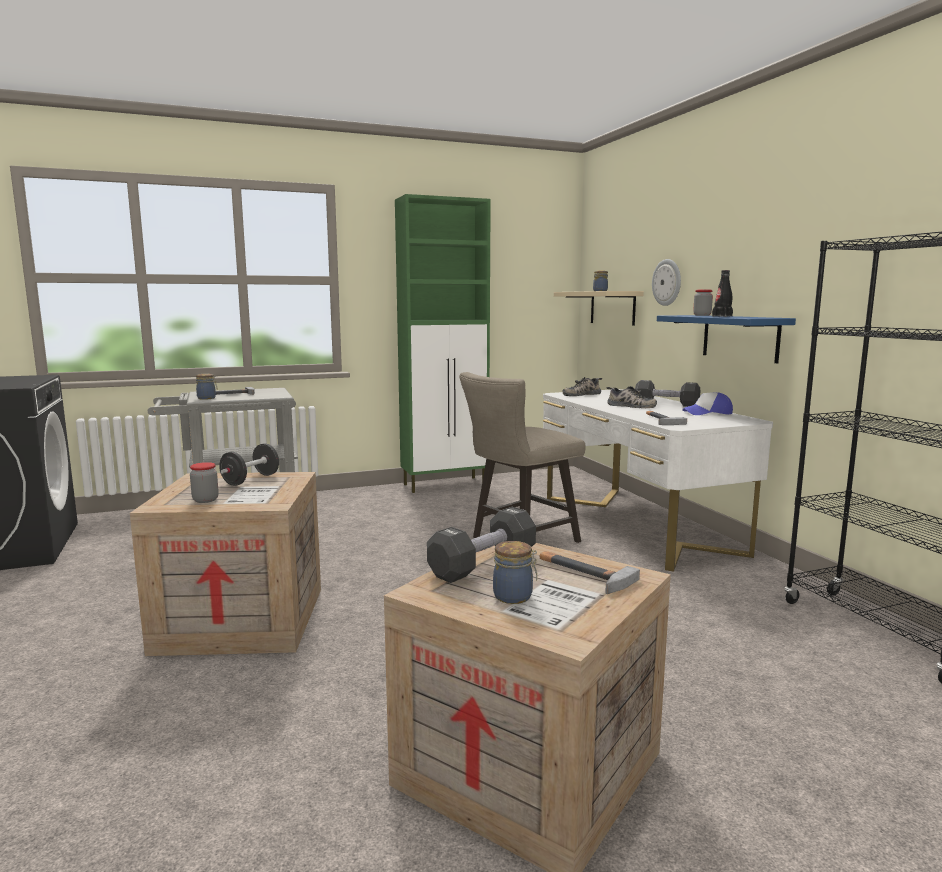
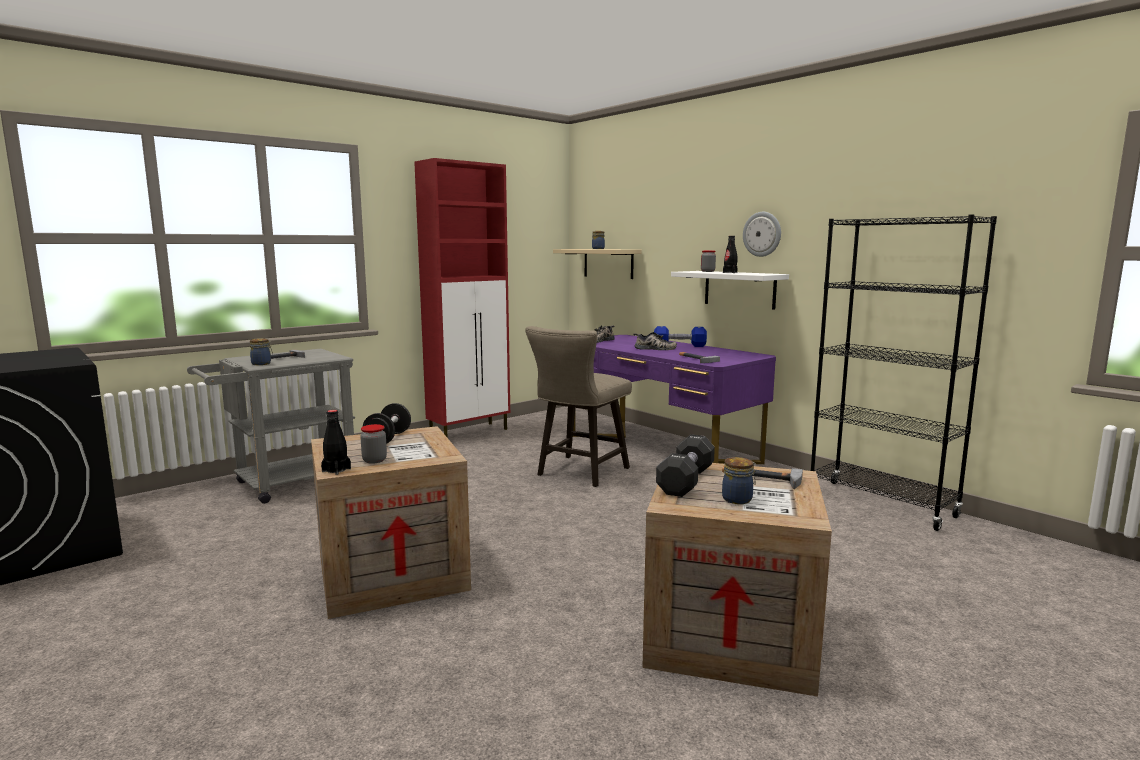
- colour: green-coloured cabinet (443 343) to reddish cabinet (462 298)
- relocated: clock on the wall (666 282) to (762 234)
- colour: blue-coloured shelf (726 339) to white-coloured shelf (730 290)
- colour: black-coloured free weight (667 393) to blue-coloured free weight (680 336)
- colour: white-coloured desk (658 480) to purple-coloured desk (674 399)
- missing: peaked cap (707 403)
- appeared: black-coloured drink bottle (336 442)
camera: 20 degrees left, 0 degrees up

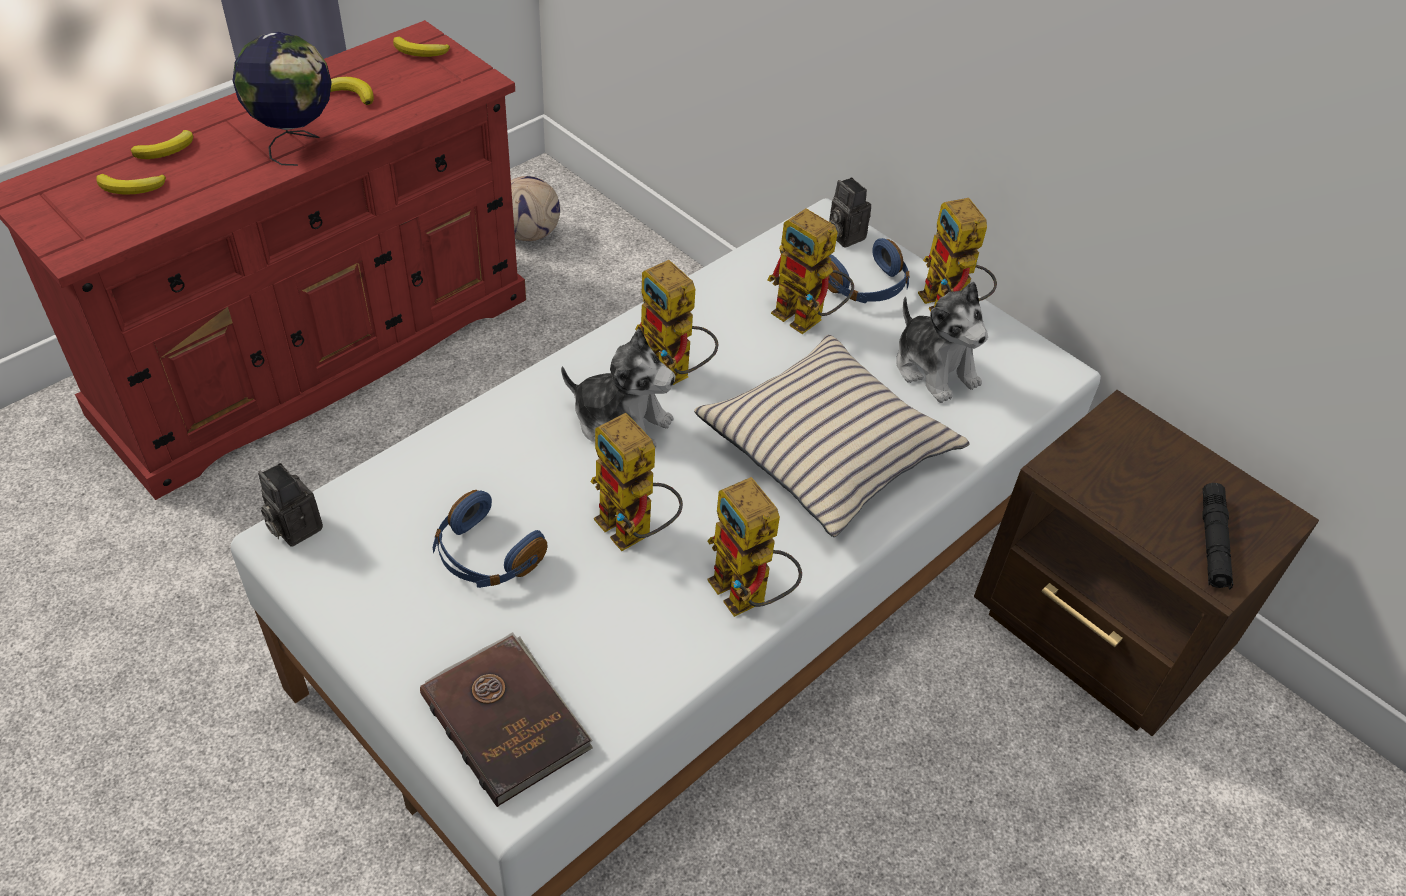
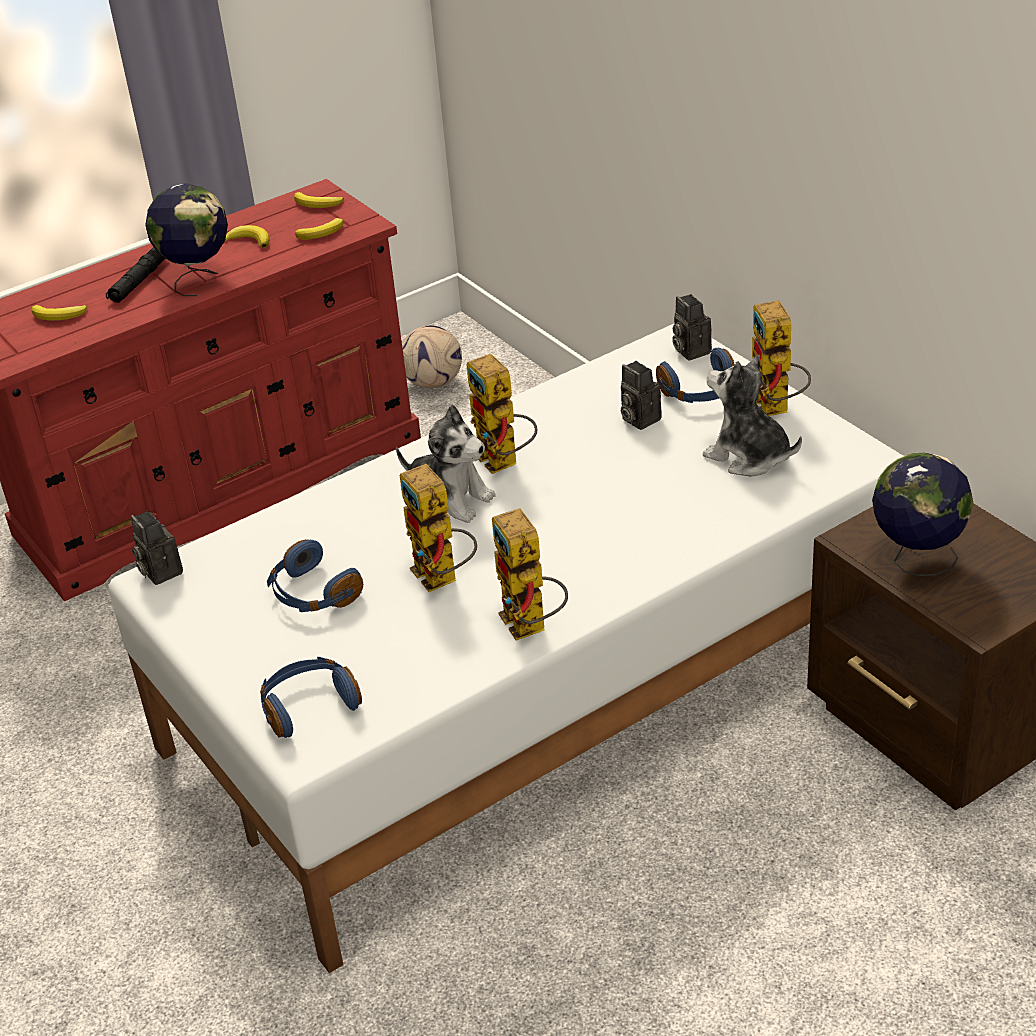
- relocated: banana fruit (162 144) to (319 229)
- exchanged: toy robot (810 271) to still camera (641 395)
- spun: cuddly toy (942 342) = (752 415) 150 degrees clockwise
- missing: beige-coloured cushion (832 436)
- relocated: black-coloured torch (1217 536) to (136 275)
- exchanged: brown-coloured bound book (506 719) to blue-coloured headphones (311 697)
- appeared: world globe (923 514)
camera: 15 degrees right, 10 degrees down

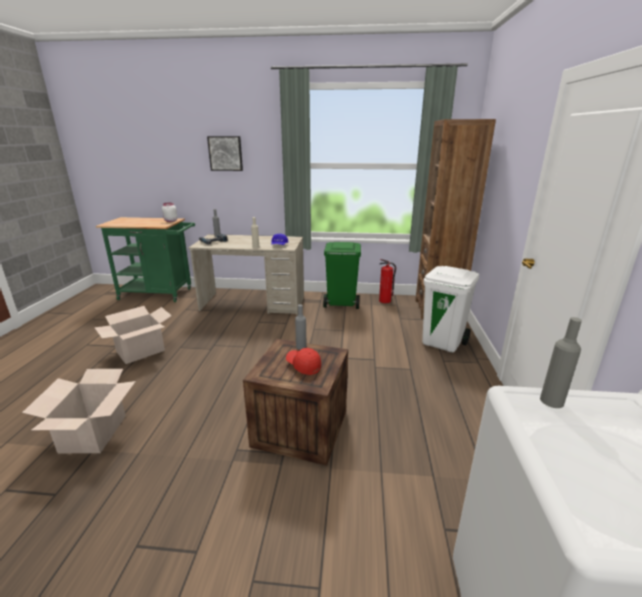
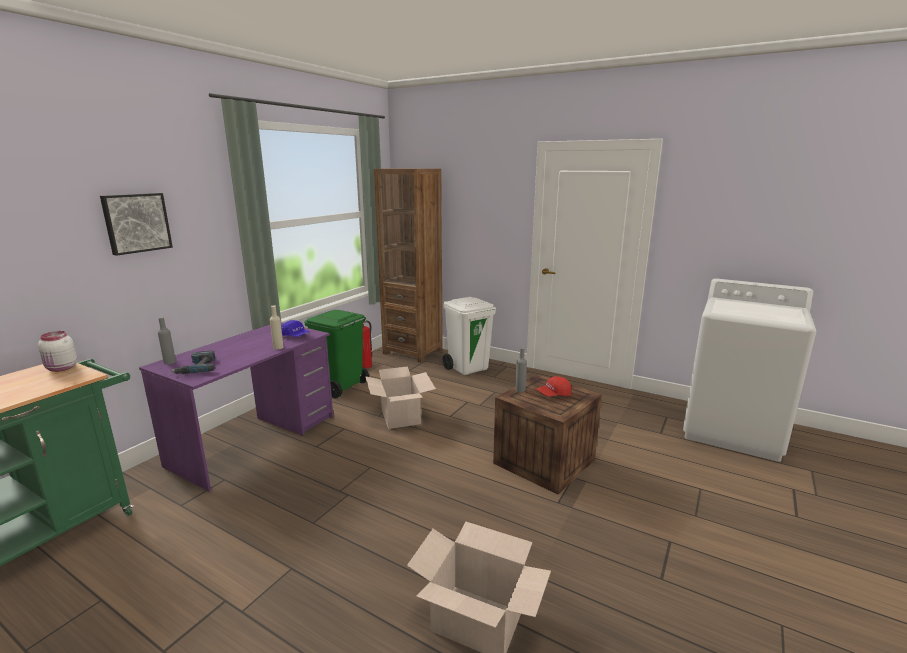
- colour: beige-coloured desk (246 274) to purple-coloured desk (236 406)
- relocated: packing box (133 335) to (400 398)
- missing: greyish drink bottle (561 362)
camera: 65 degrees left, 5 degrees down

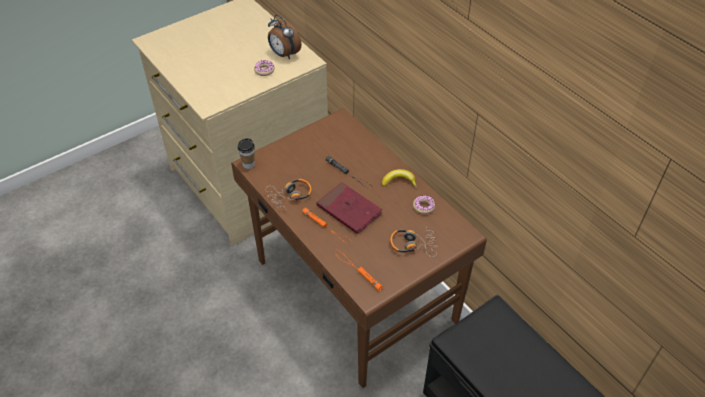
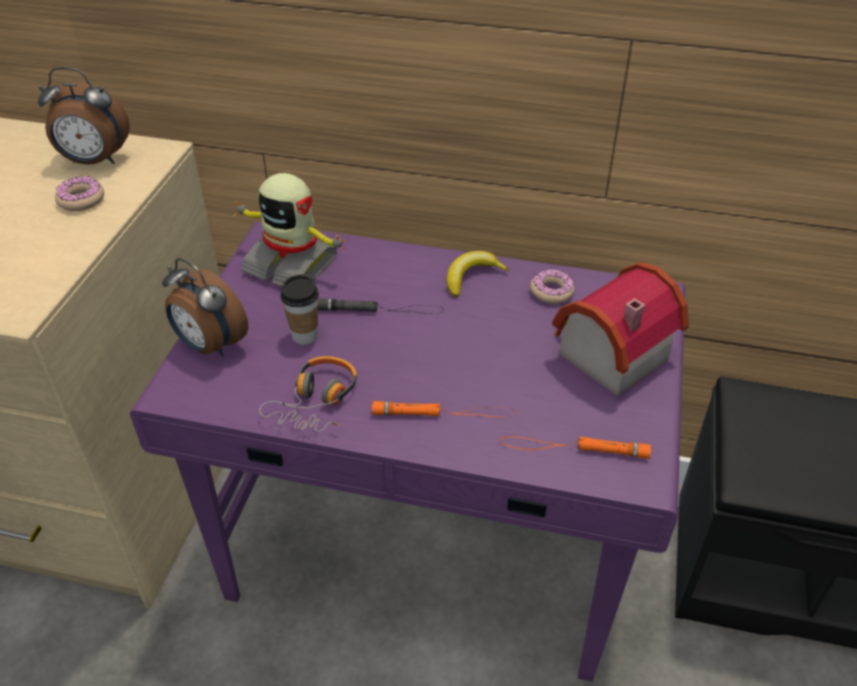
- colour: brown-coloured desk (359 248) to purple-coloured desk (408 452)
- relocated: drinking cup (246 153) to (300 310)
- missing: reddish bound book (349 208)
- exchanged: headphones (414 242) to toy house (620 329)
- appeared: toy robot (290 229)
- appeared: table clock (205 307)
camera: 40 degrees left, 5 degrees down

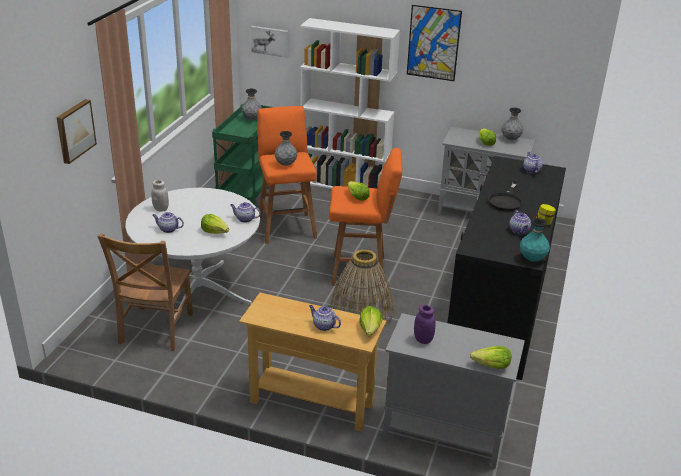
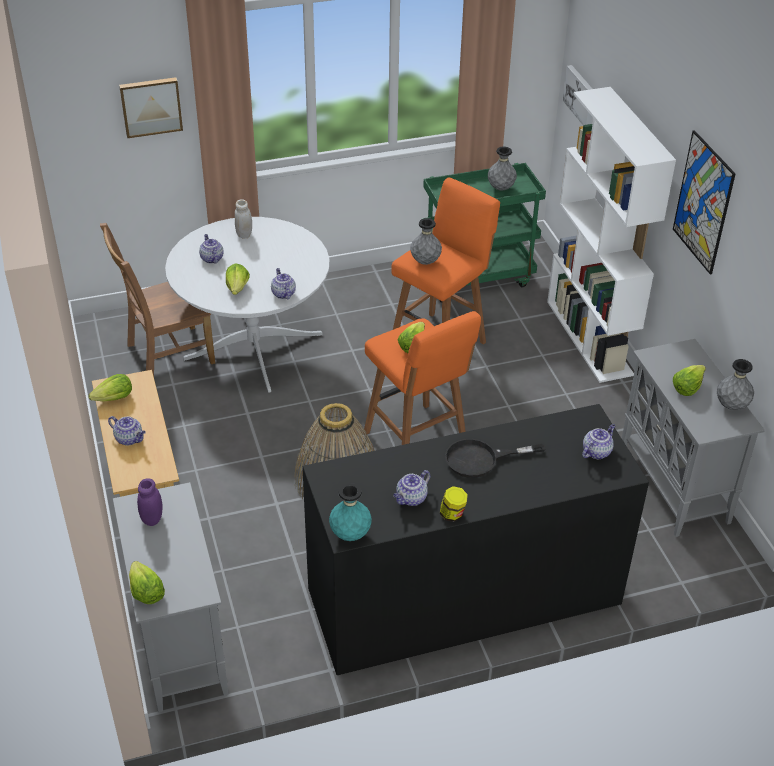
- spun: pot for tea (325 318) = (127 431) 120 degrees clockwise
- relocated: lettuce head (371 321) to (110 387)
camera: 55 degrees right, 10 degrees up

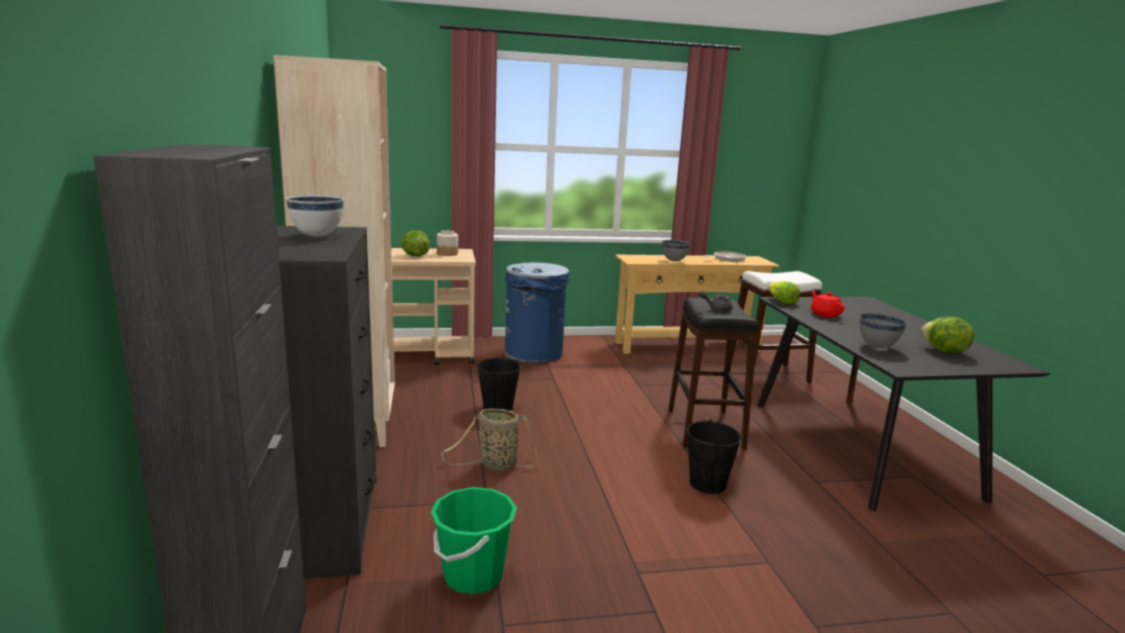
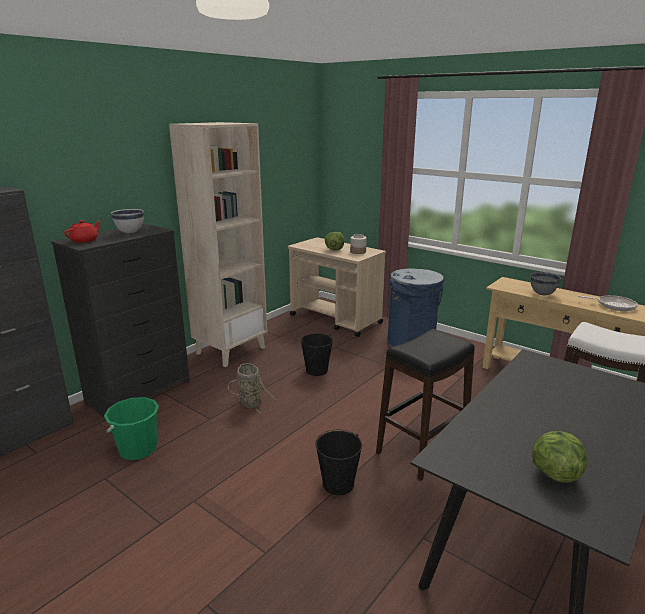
- missing: lettuce head (784 292)
- missing: greyish pot for tea (716 301)
- relocated: reddish pot for tea (828 304) to (82 231)
- missing: greyish bowl (883 330)
camera: 50 degrees right, 5 degrees up

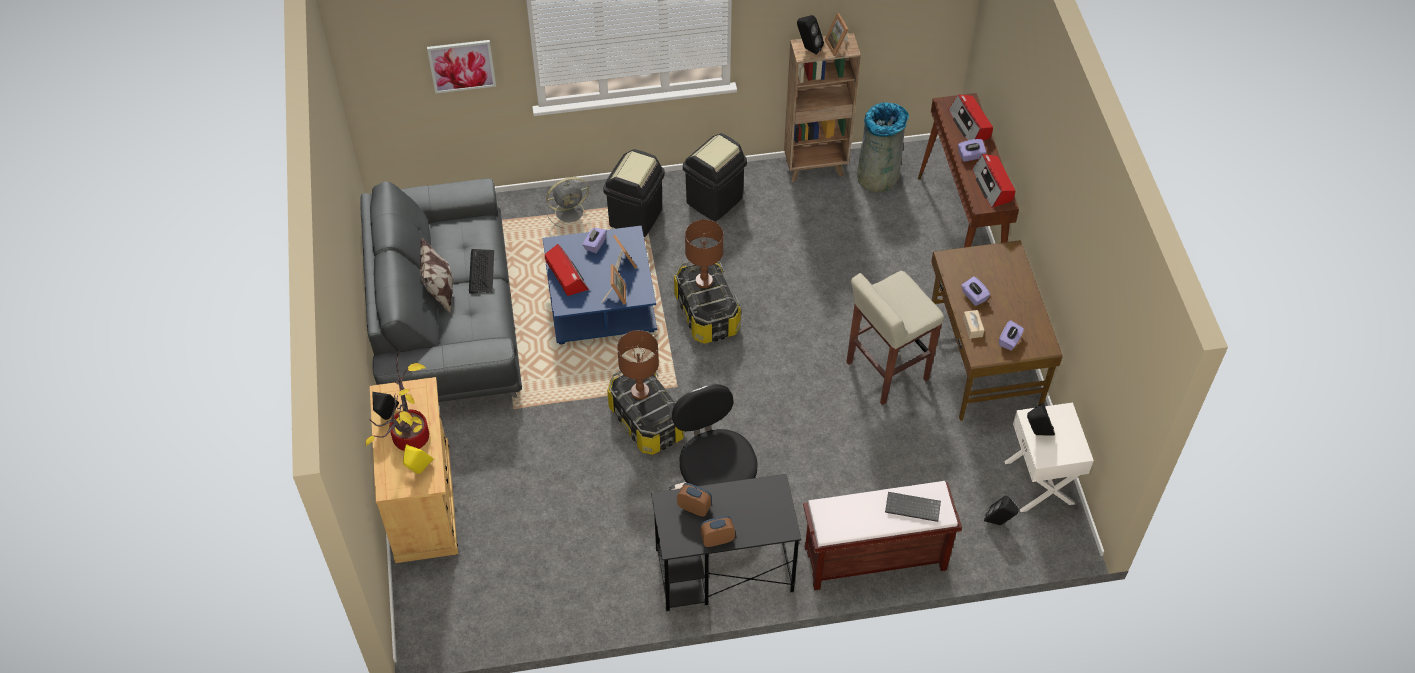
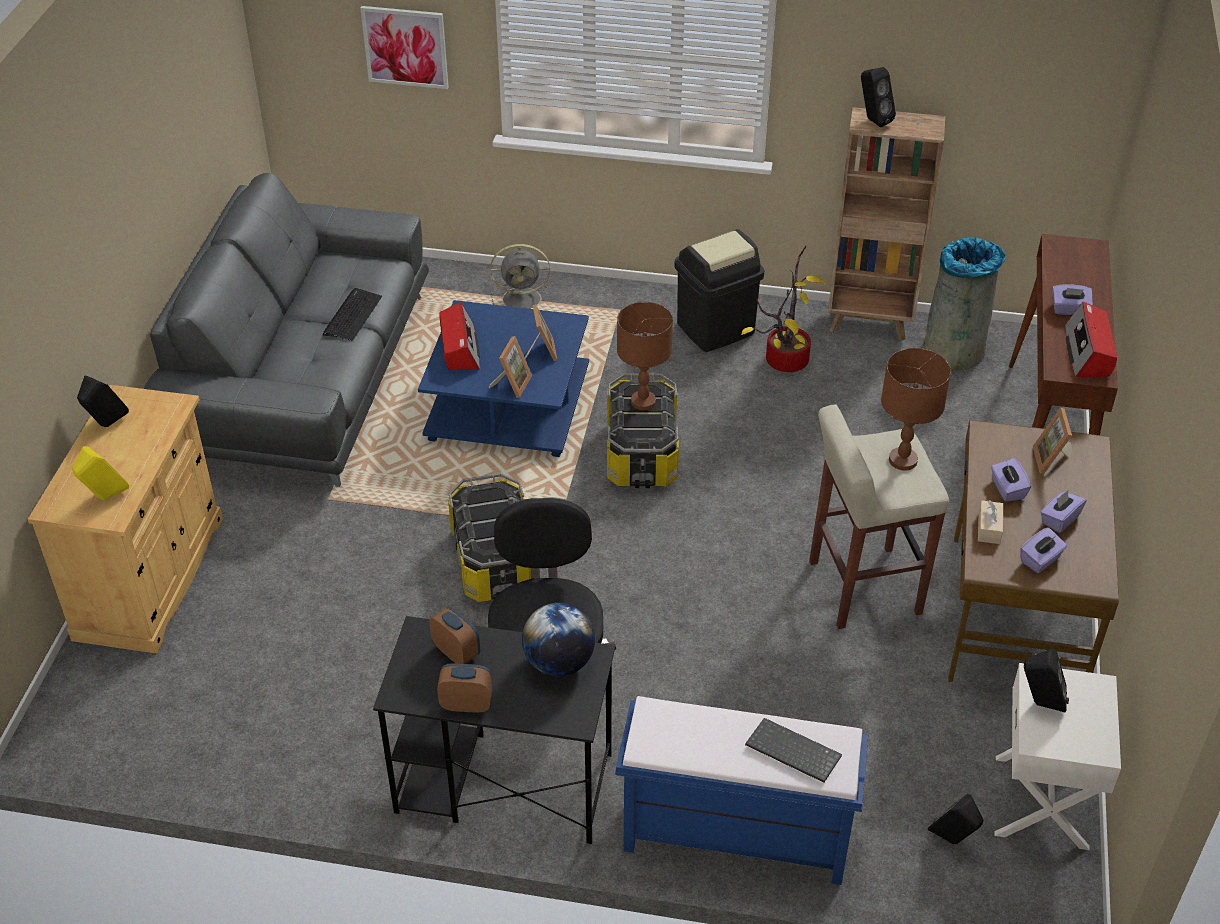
- relocated: standing frame (837 34) to (1053 441)
- missing: radio (970 117)
- missing: black-coloured waste bin (634 193)
- relocated: purple-coloured box of tissues (594 240) to (1063 511)
- missing: cushion (436 275)
- relocated: brown-coloured lamp for a table (638 365) to (916 409)
- relocated: potted plant (397 400) to (783 309)
- colour: brown-coloured bench (882 535) to blue-coloured bench (741 790)
- appeared: world globe (558 639)
camera: 20 degrees right, 10 degrees down

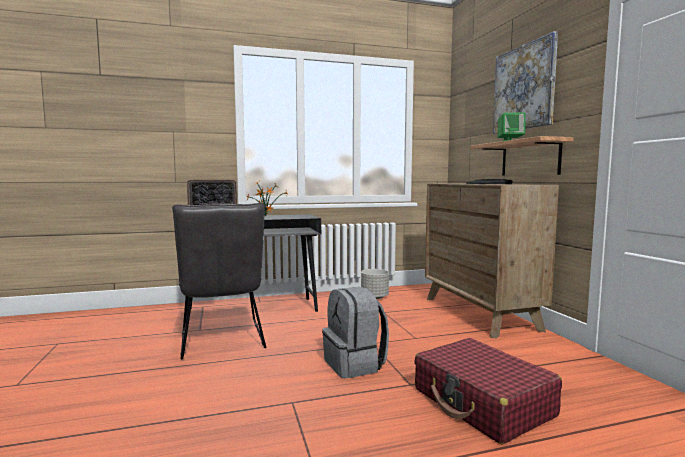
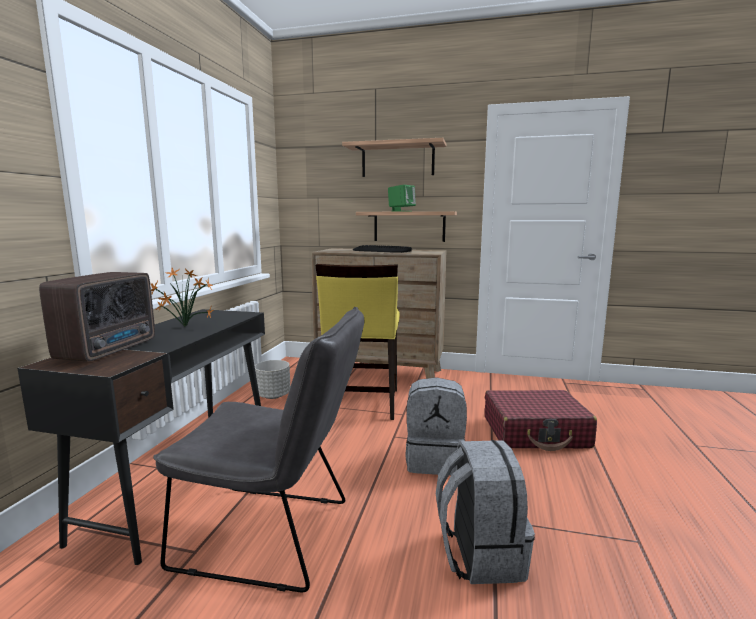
- exchanged: wall art (525 82) to shelf (394 157)
- appeared: yellow-coloured plain chair (358 342)
- appeared: greyish rucksack (485 512)
camera: 60 degrees left, 5 degrees up

